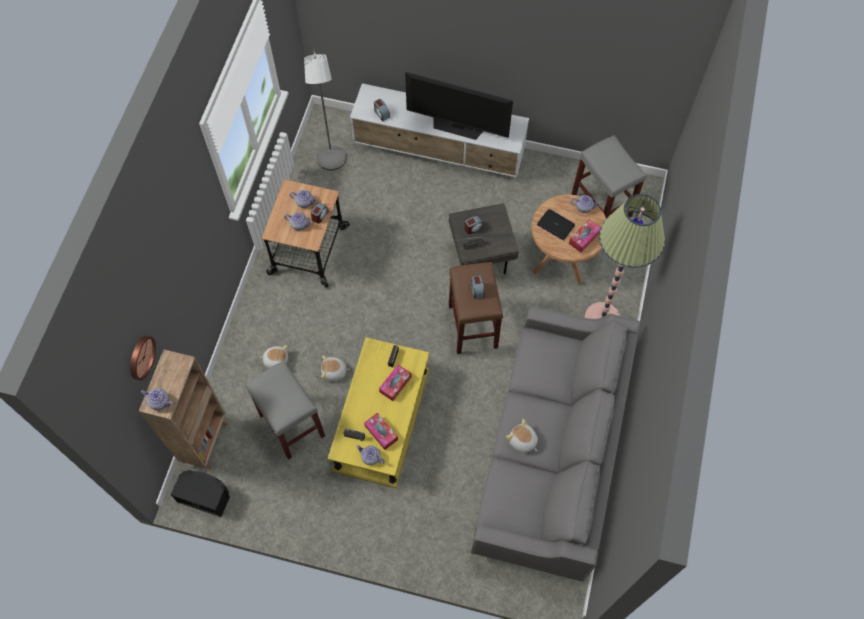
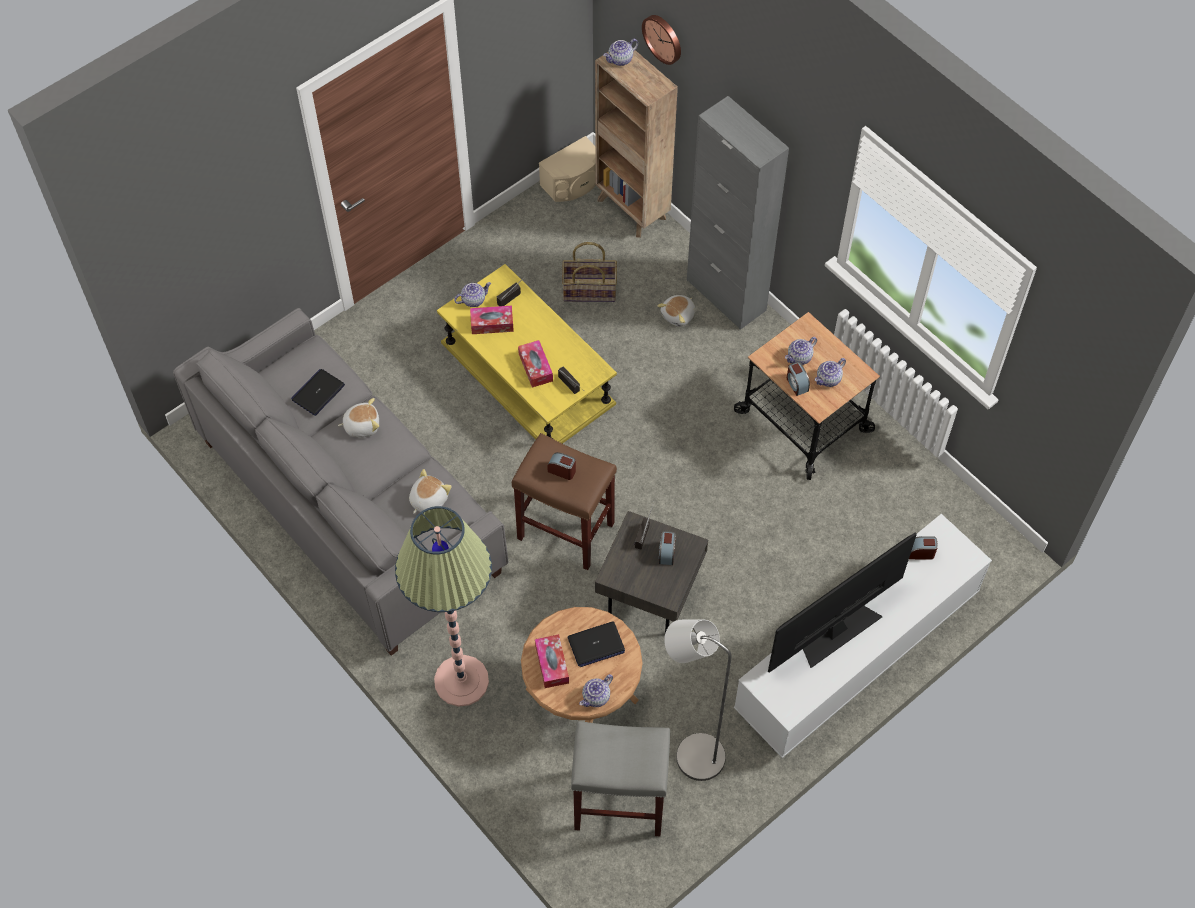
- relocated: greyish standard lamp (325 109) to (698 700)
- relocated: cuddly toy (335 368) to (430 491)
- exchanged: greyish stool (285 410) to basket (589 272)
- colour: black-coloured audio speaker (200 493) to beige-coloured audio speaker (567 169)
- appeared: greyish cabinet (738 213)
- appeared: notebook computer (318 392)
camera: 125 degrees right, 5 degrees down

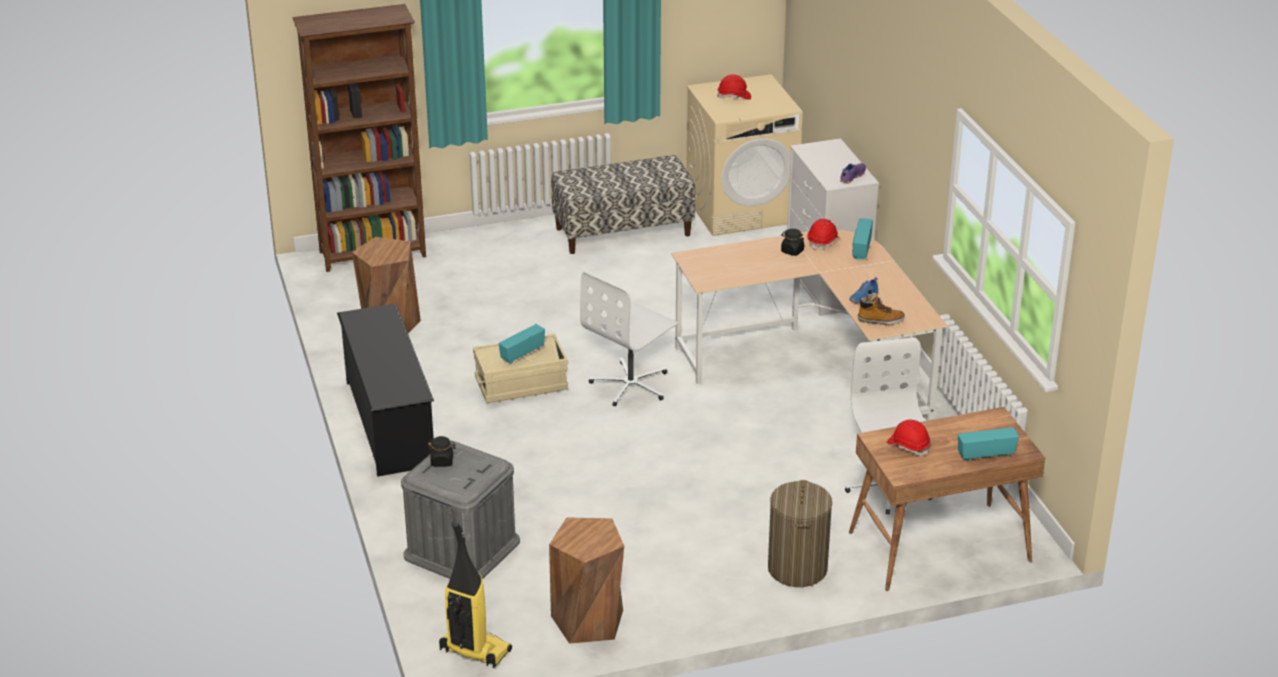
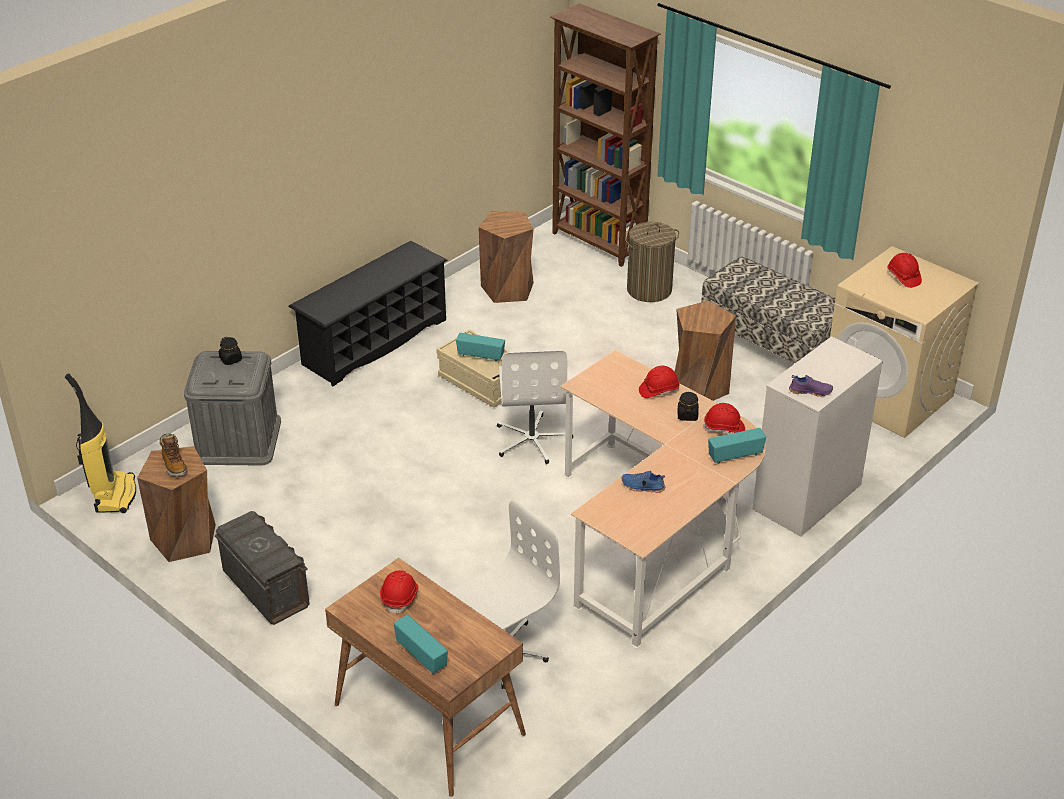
- spun: white-coloured computer chair (629 339) = (535 407) 105 degrees counterclockwise
- relocated: high-top boot (881 309) to (173 454)
- relocated: hamper (800 533) to (652 262)
- appeared: brown-coloured stool (705 351)
- appeared: reddish safety helmet (659 382)
- appeared: greyish storage box (262 568)
camera: 60 degrees right, 5 degrees up

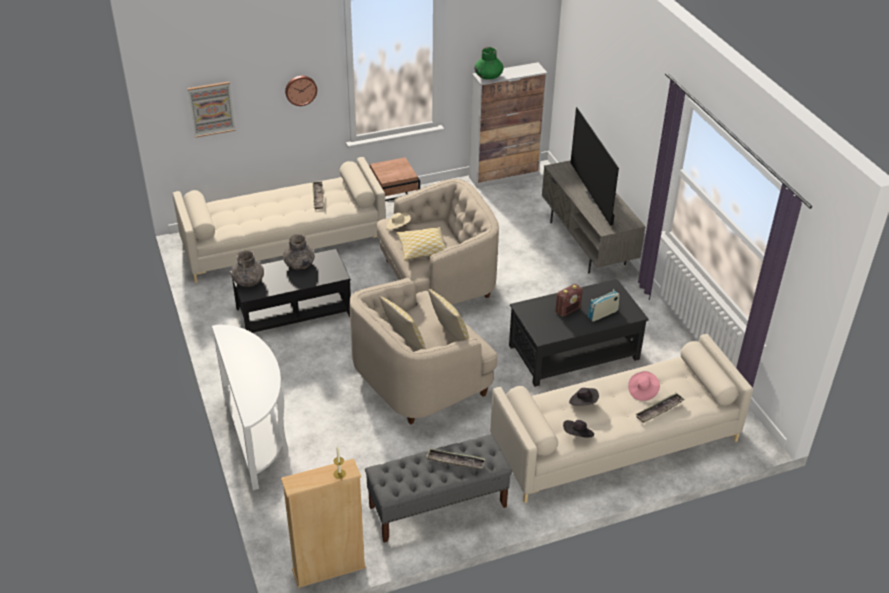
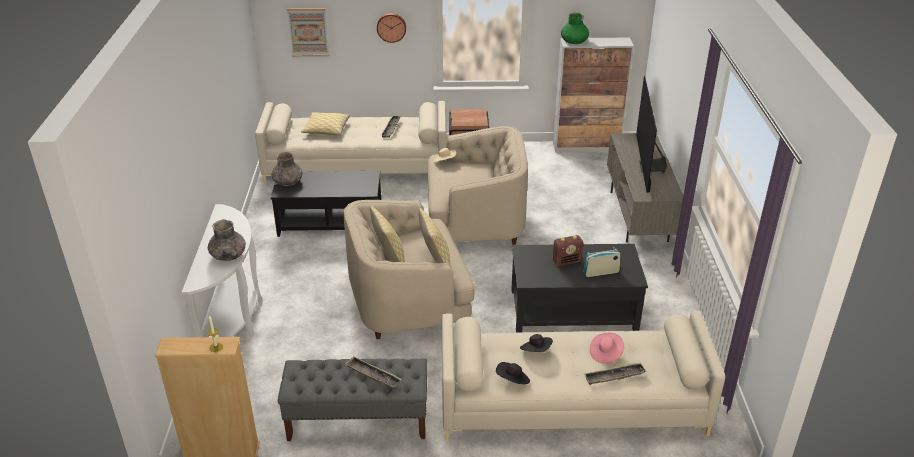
- relocated: cushion (421 244) to (325 123)
- relocated: greyish flower vase (299 251) to (227 240)
camera: 20 degrees right, 5 degrees down

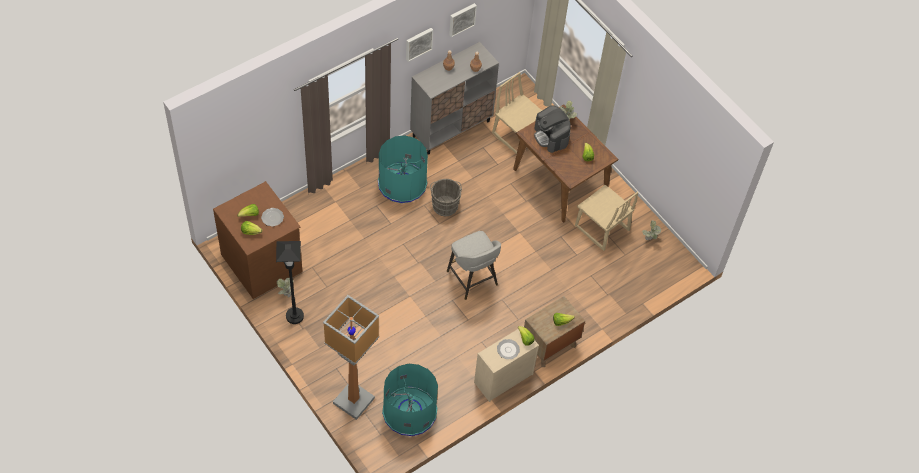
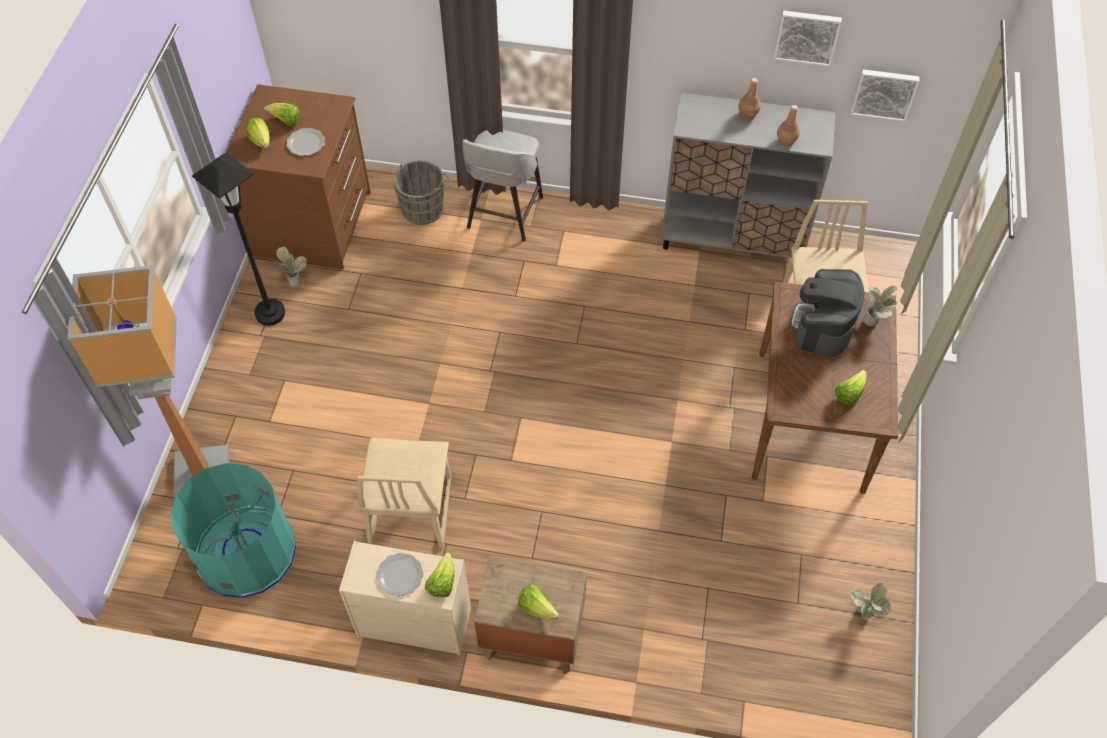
- relocated: wall art (419 45) to (885 95)
- missing: blue-green waste bin (403 169)
- relocated: greyish water bucket (446 197) to (422 192)
- relocated: beige-coloured plain chair (606 218) to (404 493)
- relocated: greyish stool (474 265) to (502 185)
camera: 50 degrees right, 0 degrees up

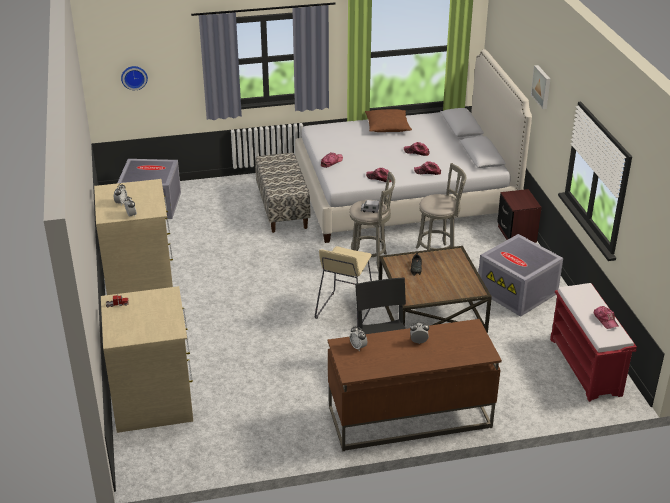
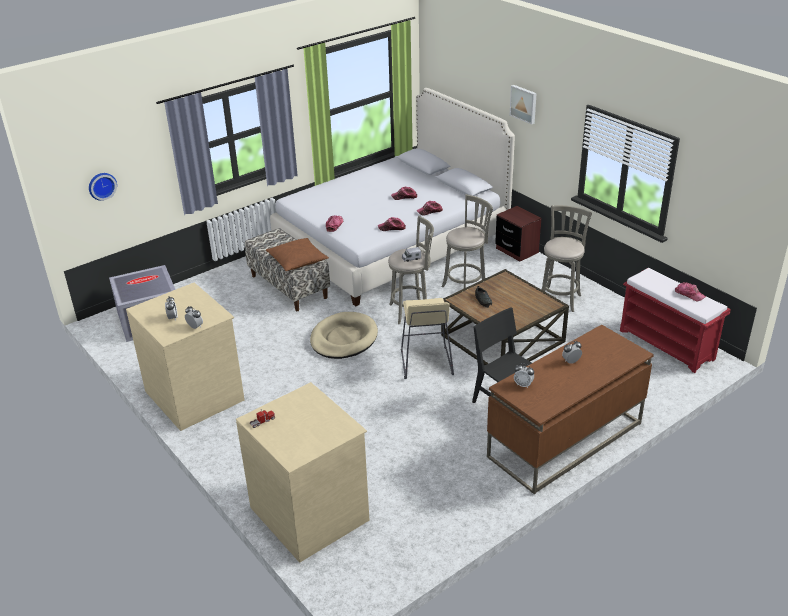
- relocated: brown-coloured cushion (388 120) to (297 254)
- exchanged: greyish storage box (521 275) to greyish stool (567 258)
- appeared: beige-coloured pet bed (344 335)
camera: 25 degrees left, 0 degrees up

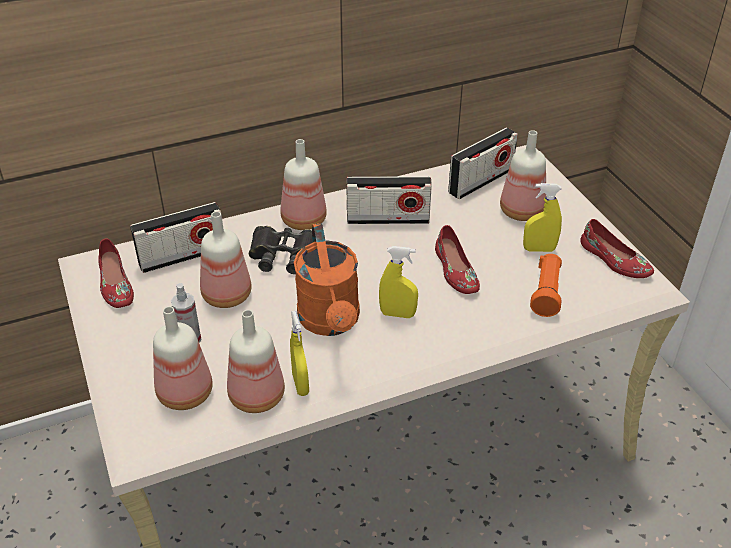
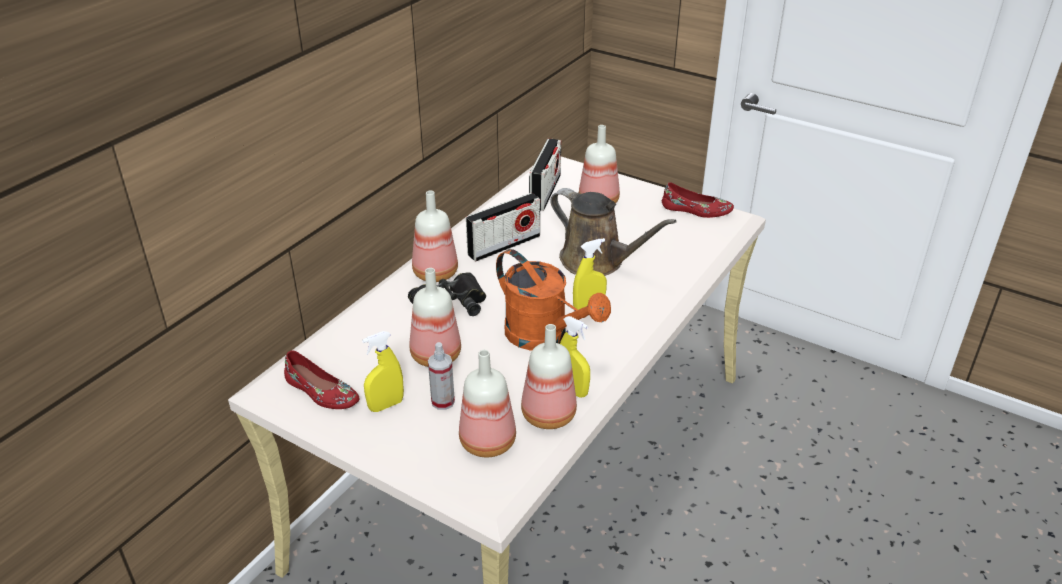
- relocated: yellow-coloured hand sprayer (542 217) to (383 371)
- missing: radio (176 237)
- exchanged: reddish item of footwear (457 259) to brown-coloured sprinkling can (613 232)
- missing: orangey torch (546 285)
camera: 35 degrees left, 5 degrees down

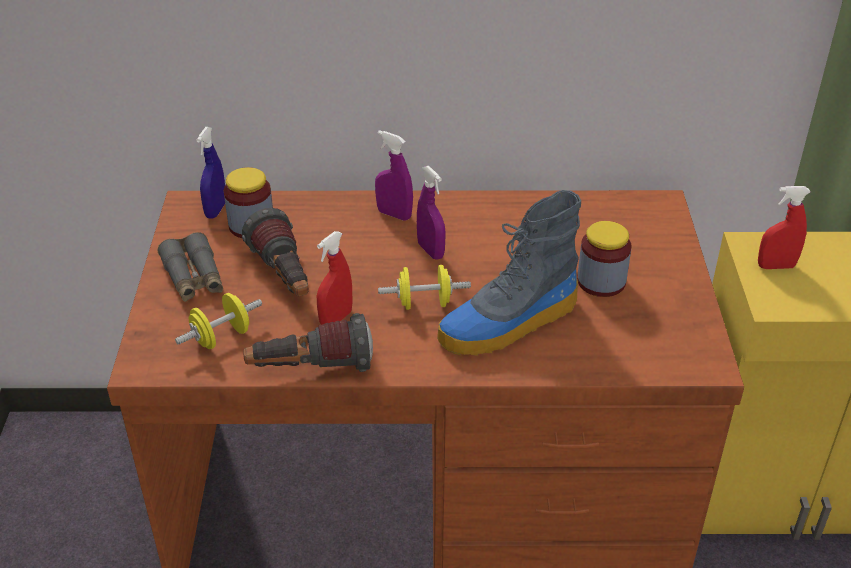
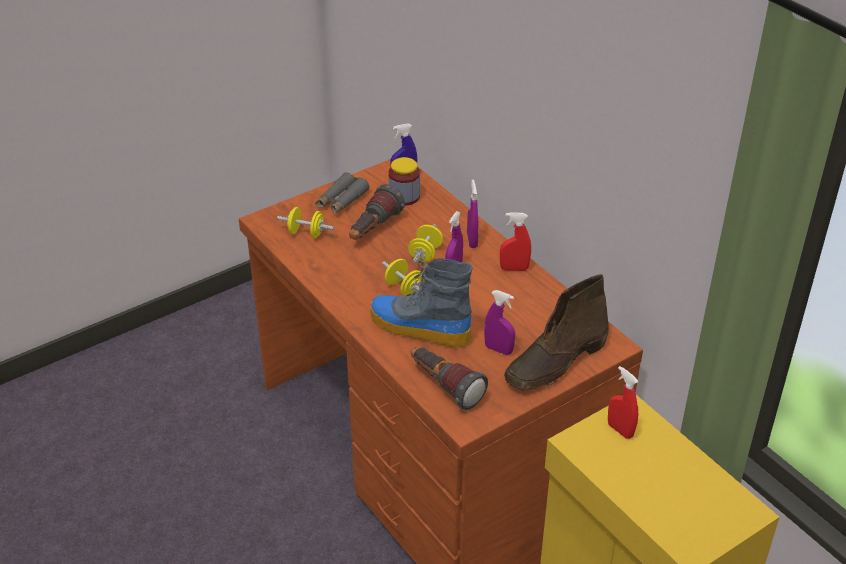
- exchanged: jar (604 259) to purple-coloured hand sprayer (499 322)
- relocated: reddish hand sprayer (335 278) to (515 241)
- relocated: torch (308 342) to (449 378)
- appeared: yellow-coloured free weight (425 243)
- appeared: brown-coloured high-top boot (556 332)
camera: 55 degrees right, 0 degrees up

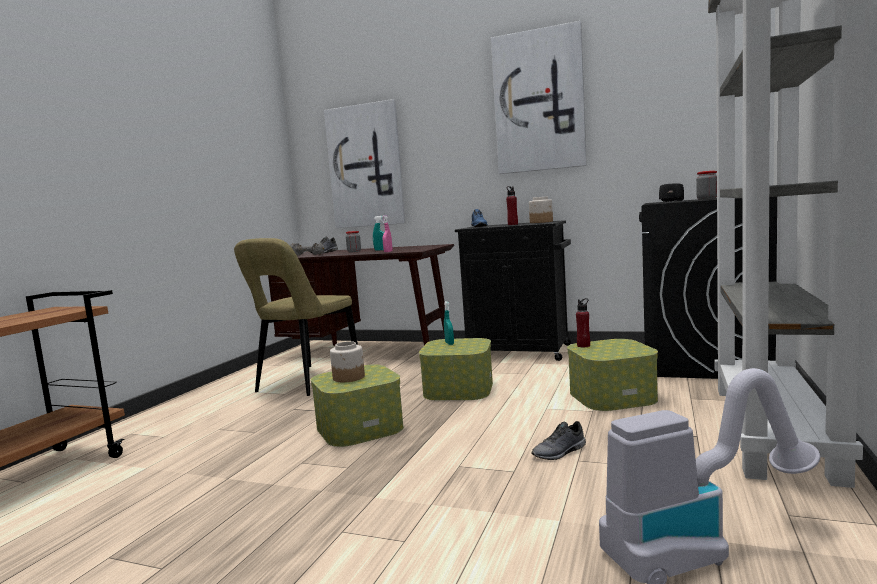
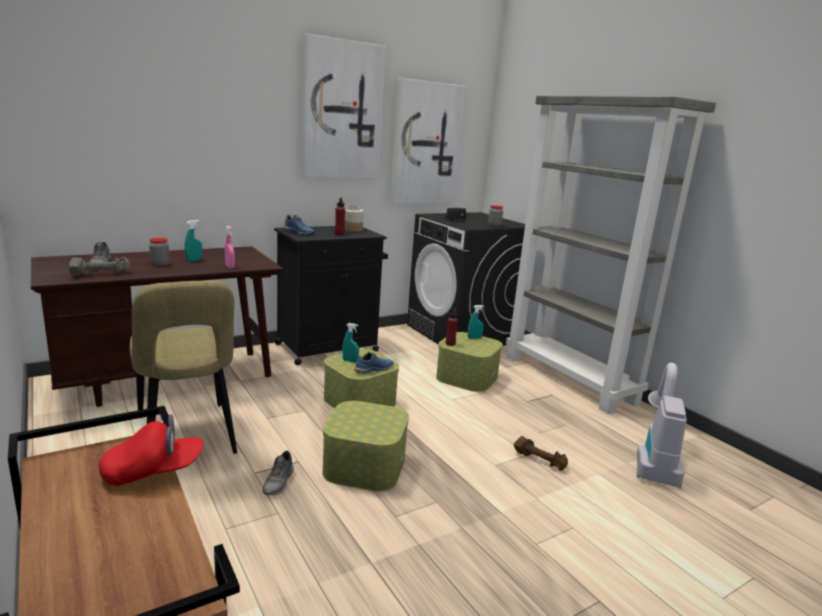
- relocated: wall art (365 163) to (428 141)
- missing: jar (347 361)
- relocated: greyish item of footwear (558 440) to (278 473)
- appeared: blue-green hand sprayer (476 322)
- appeared: blue-coloured item of footwear (374 363)
- appeared: reddish peaked cap (151 450)
- appeared: brown-coloured free weight (541 453)
camera: 55 degrees left, 10 degrees up

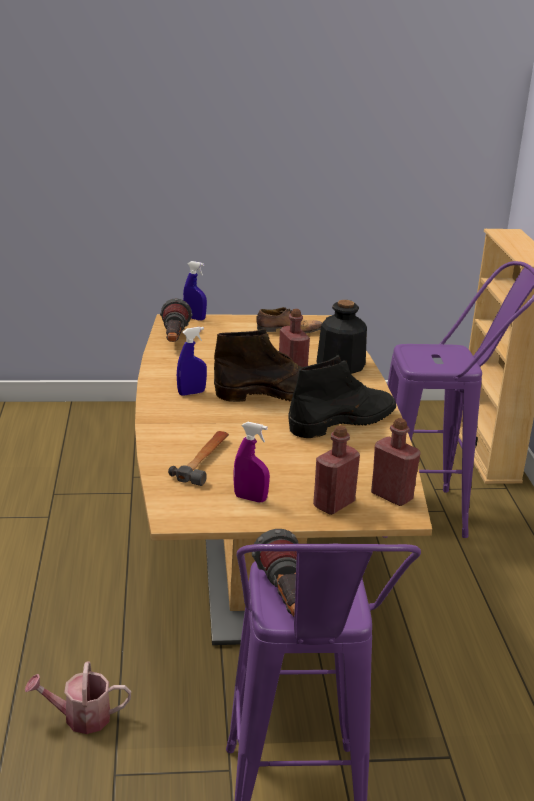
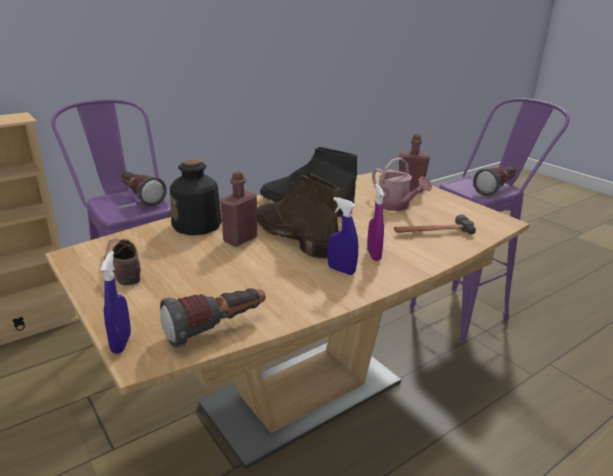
- missing: reddish drink bottle (396 462)
- relocated: purple-coloured hand sprayer (251 462) to (375 222)
- relocated: sprinkling can (78 697) to (402 184)
- appeared: torch (143 189)
camera: 120 degrees left, 0 degrees up

